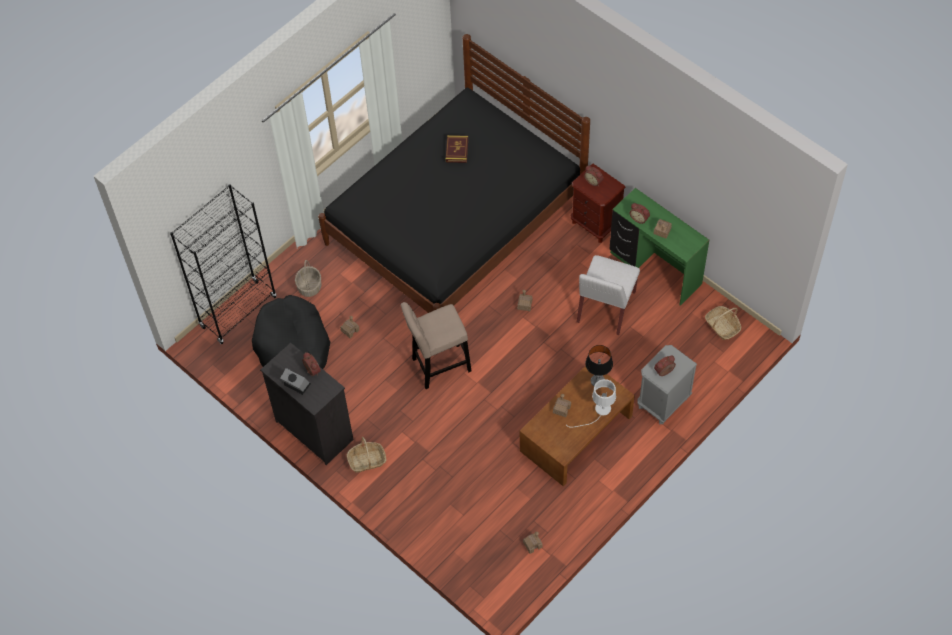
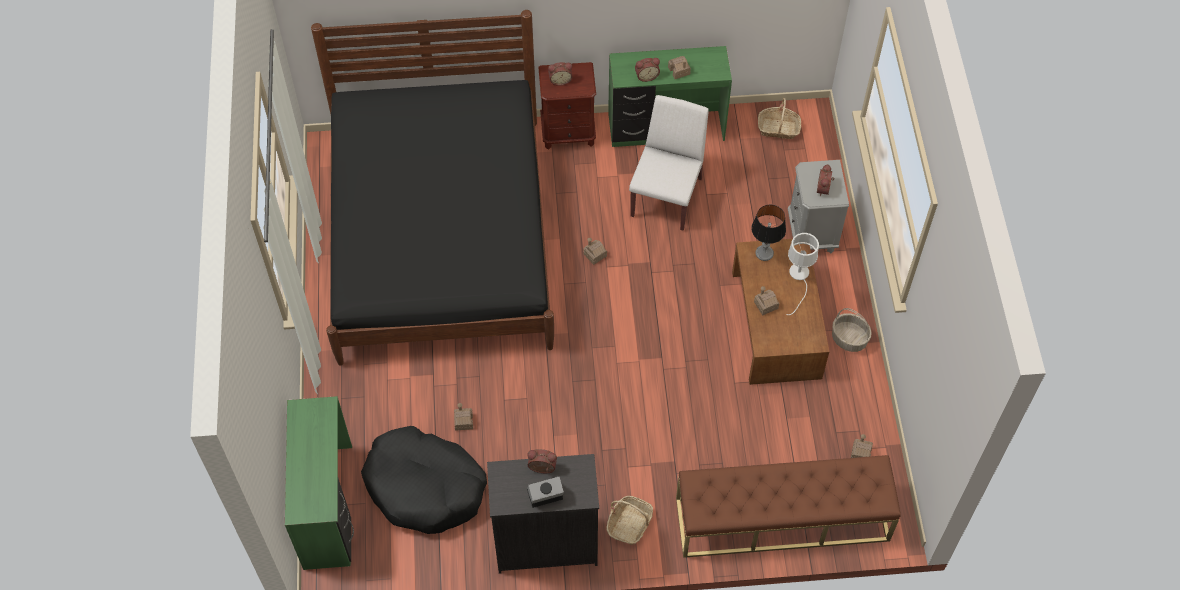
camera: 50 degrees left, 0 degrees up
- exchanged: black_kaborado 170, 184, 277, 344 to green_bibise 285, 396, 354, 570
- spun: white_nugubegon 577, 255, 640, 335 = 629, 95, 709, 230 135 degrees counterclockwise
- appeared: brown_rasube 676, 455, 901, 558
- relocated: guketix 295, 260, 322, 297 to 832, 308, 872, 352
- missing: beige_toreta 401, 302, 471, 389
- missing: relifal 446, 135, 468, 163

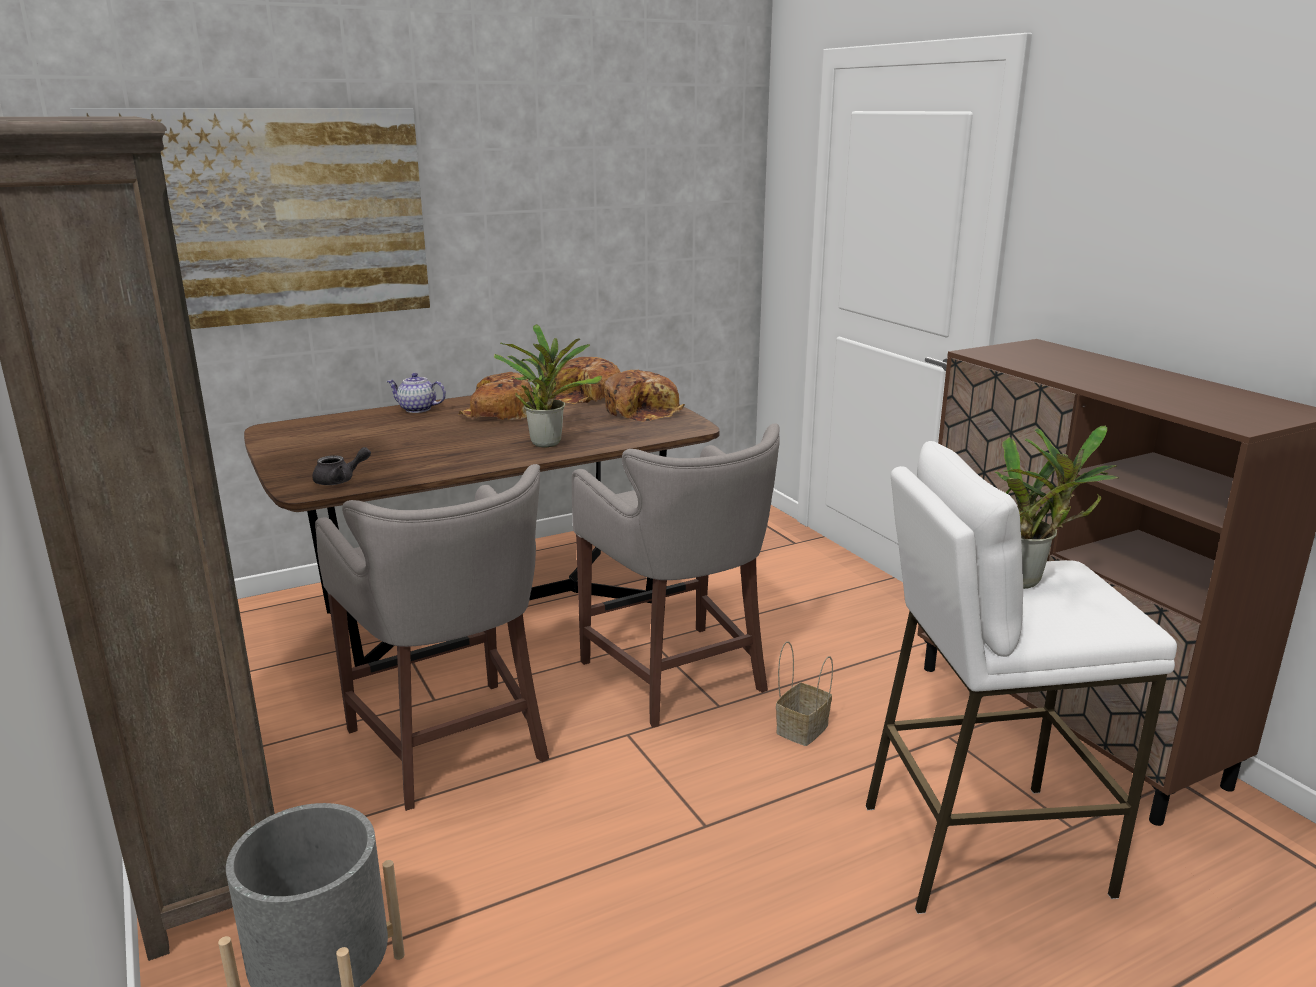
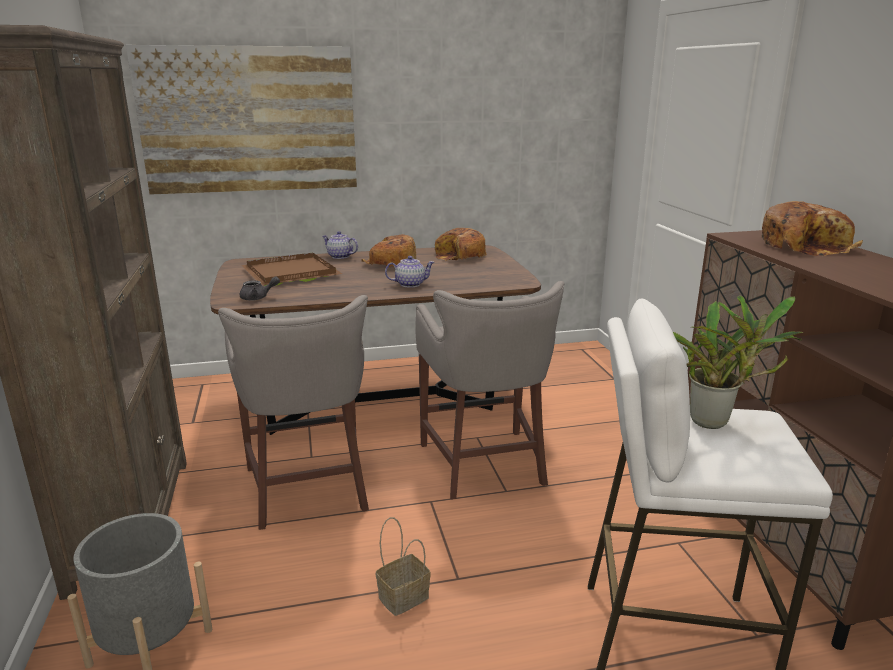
camera: 15 degrees right, 0 degrees up
- appeared: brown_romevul 241, 253, 342, 286
- relocated: guketix 776, 641, 833, 746 to 376, 517, 431, 616
- exchanged: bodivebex 494, 324, 602, 447 to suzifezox 385, 256, 435, 288
- relocated: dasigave 604, 370, 685, 422 to 762, 201, 863, 256

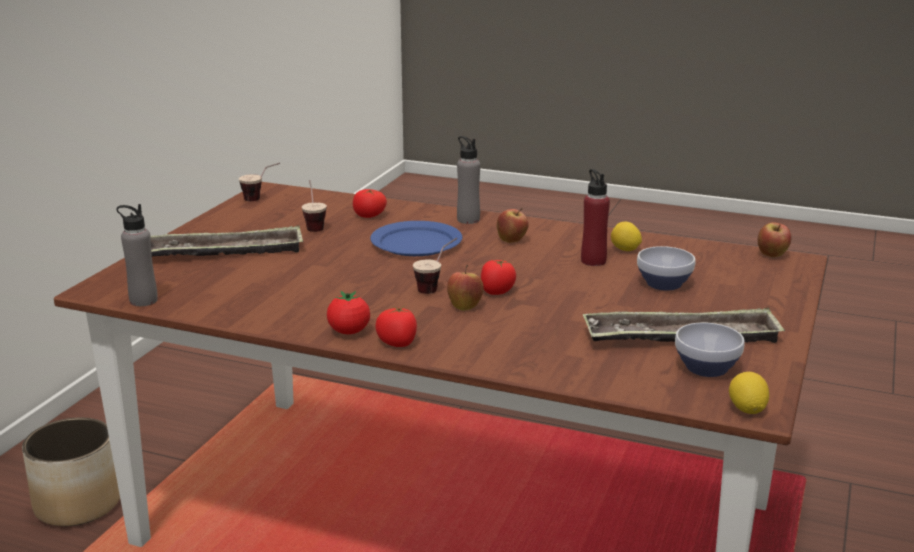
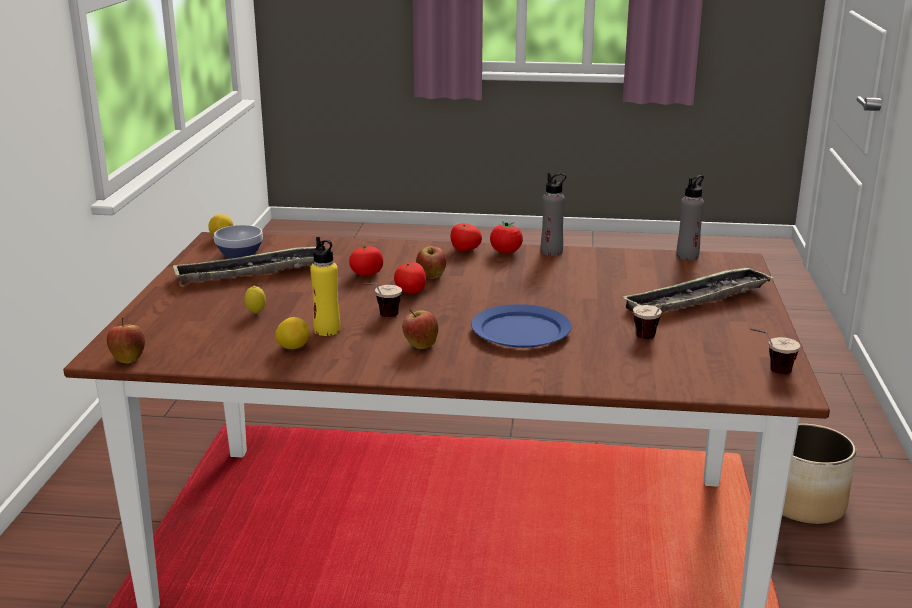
camera: 165 degrees right, 0 degrees up
- exchanged: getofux 637, 246, 695, 291 to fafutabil 245, 286, 266, 314
- colour: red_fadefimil 581, 169, 610, 266 to yellow_fadefimil 310, 237, 340, 336
- relocated: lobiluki 353, 189, 387, 218 to 349, 245, 383, 276
- relocated: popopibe 413, 238, 457, 294 to 364, 283, 402, 317
- relocated: grey_fadefimil 457, 136, 480, 224 to 541, 172, 566, 256

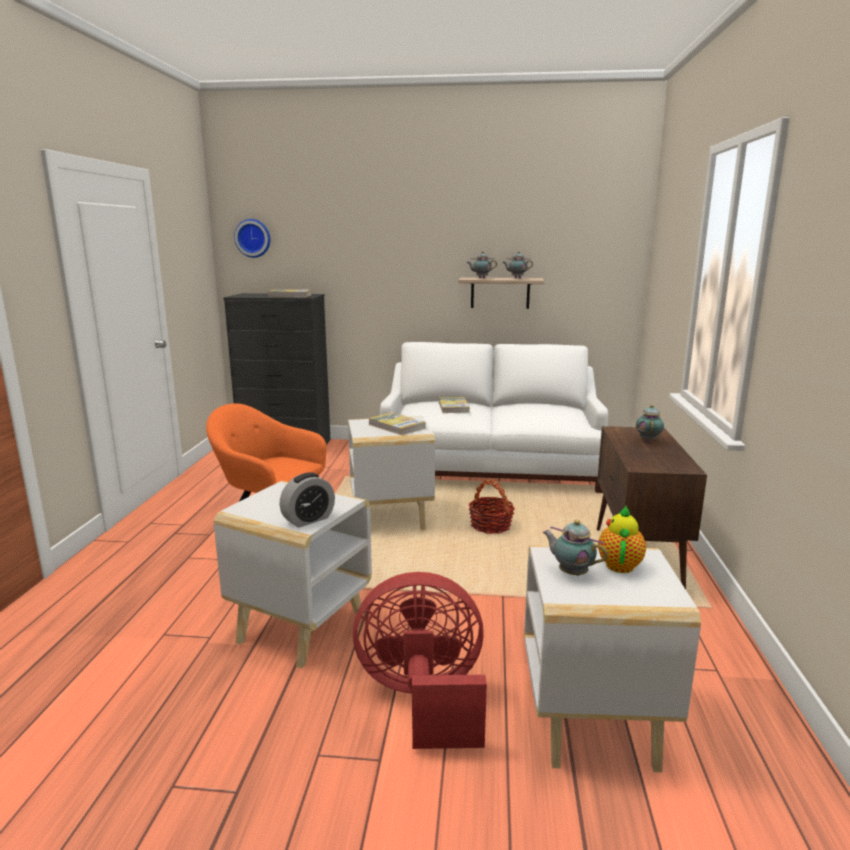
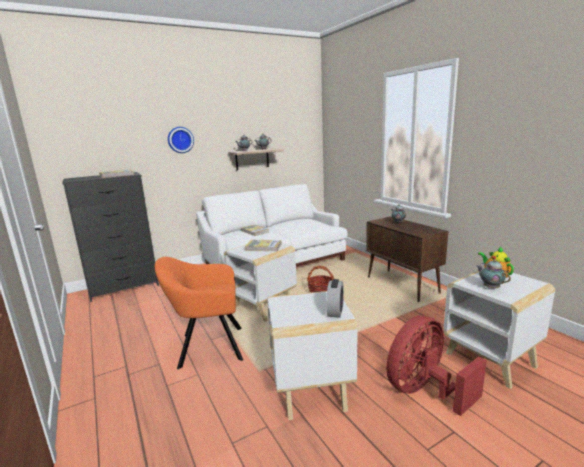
camera: 35 degrees left, 0 degrees up
- relocated: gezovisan 234, 219, 270, 258 to 168, 127, 194, 153
- spun: suzifezox 542, 520, 608, 576 = 476, 259, 511, 289 60 degrees clockwise

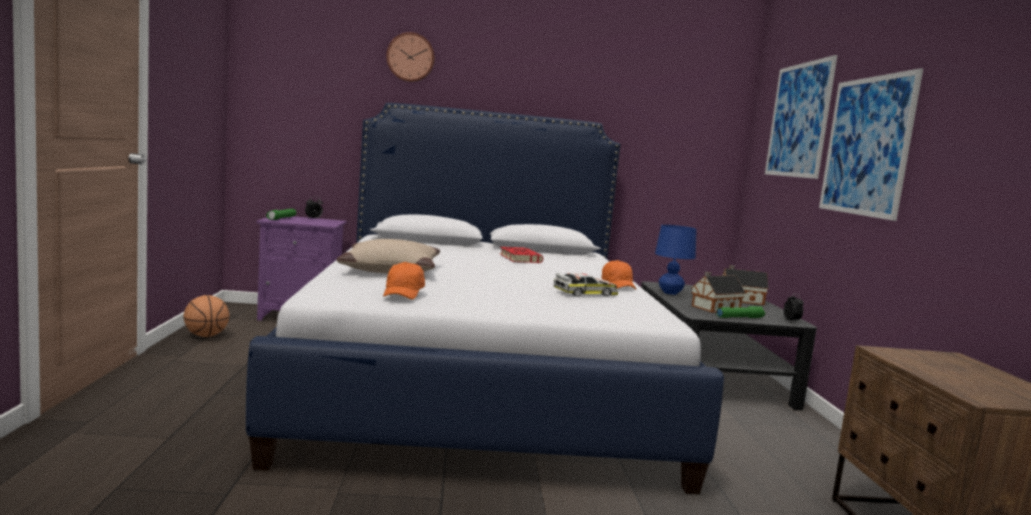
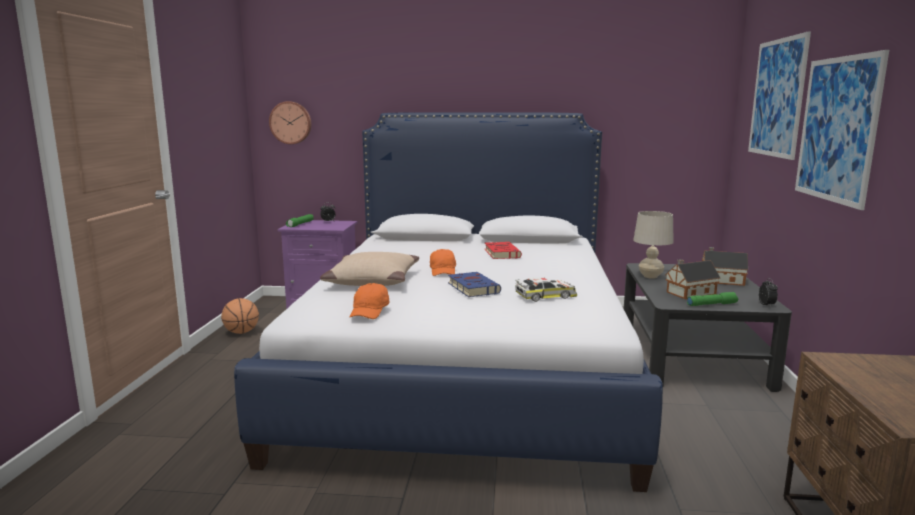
camera: 10 degrees right, 5 degrees up
- relocated: gezovisan 386, 32, 435, 82 to 269, 101, 311, 144
- relocated: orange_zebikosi 602, 260, 636, 290 to 430, 249, 456, 276
- appeared: blue_relifal 448, 272, 501, 297
- colour: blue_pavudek 655, 225, 697, 295 to beige_pavudek 633, 211, 674, 279

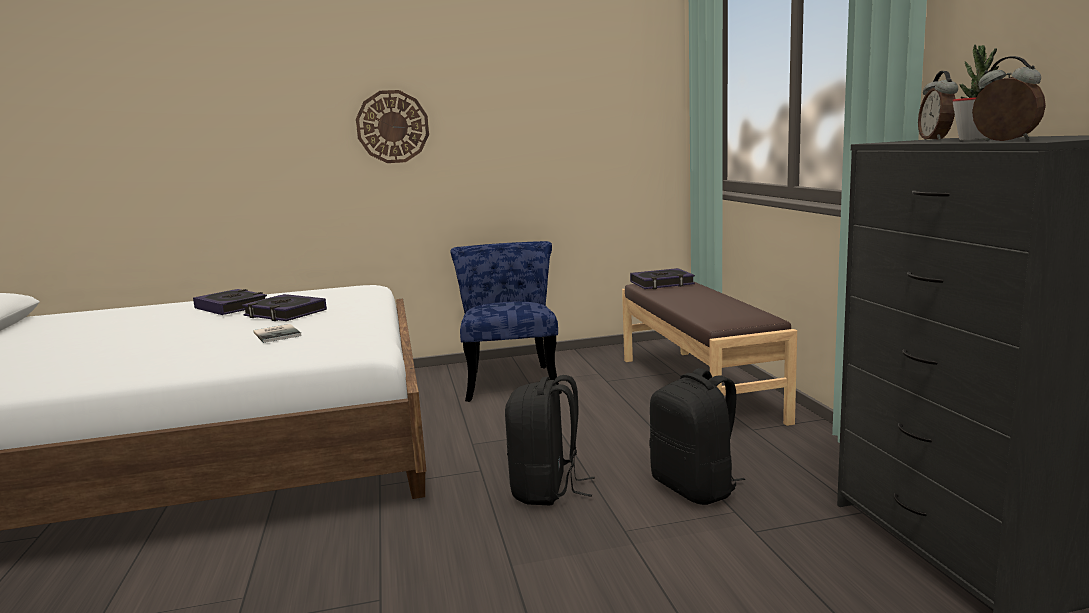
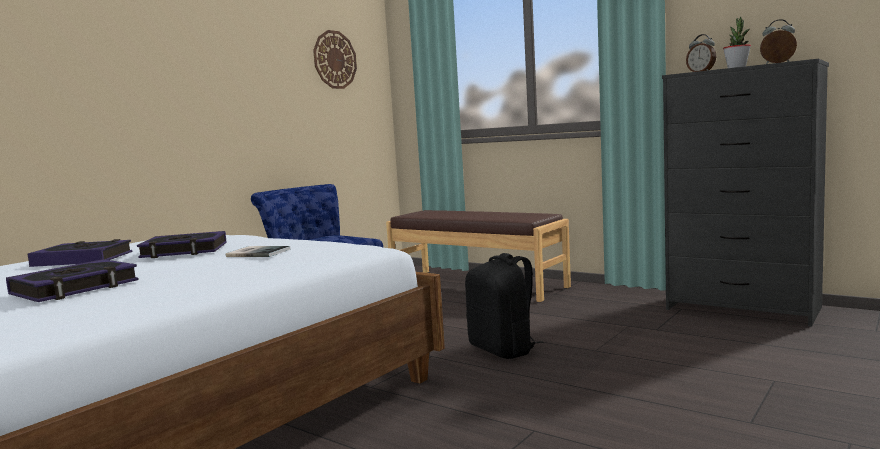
camera: 40 degrees left, 5 degrees down
- relocated: relifal 630, 268, 695, 289 to 6, 259, 139, 302
- relocated: gezovisan 356, 90, 429, 163 to 313, 30, 357, 89
- missing: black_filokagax 649, 368, 745, 505

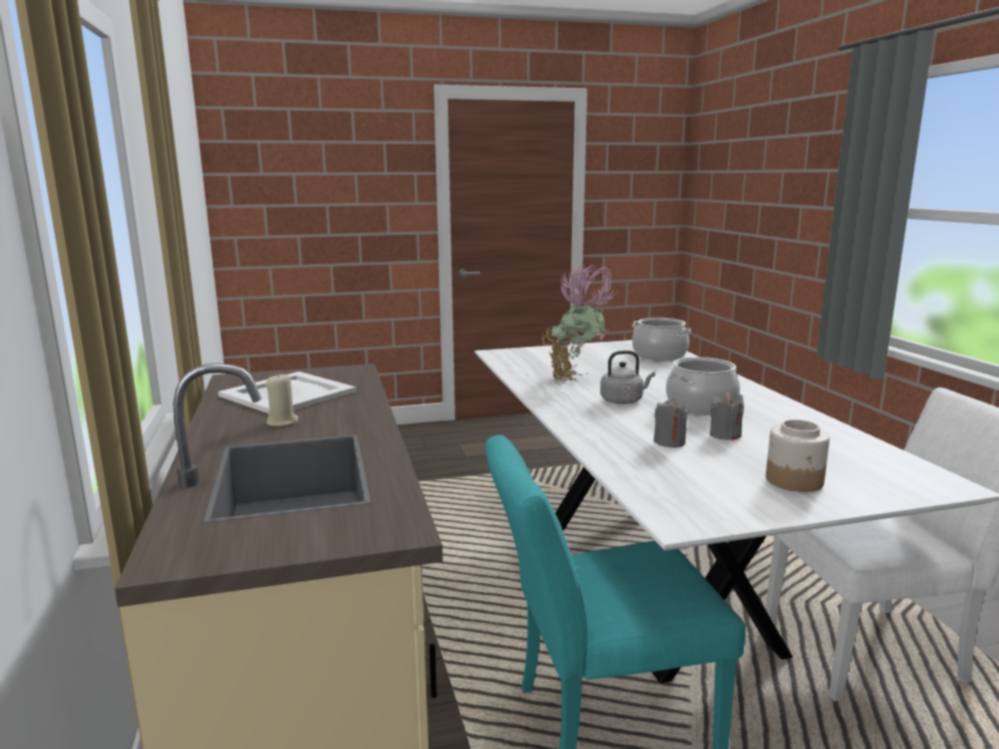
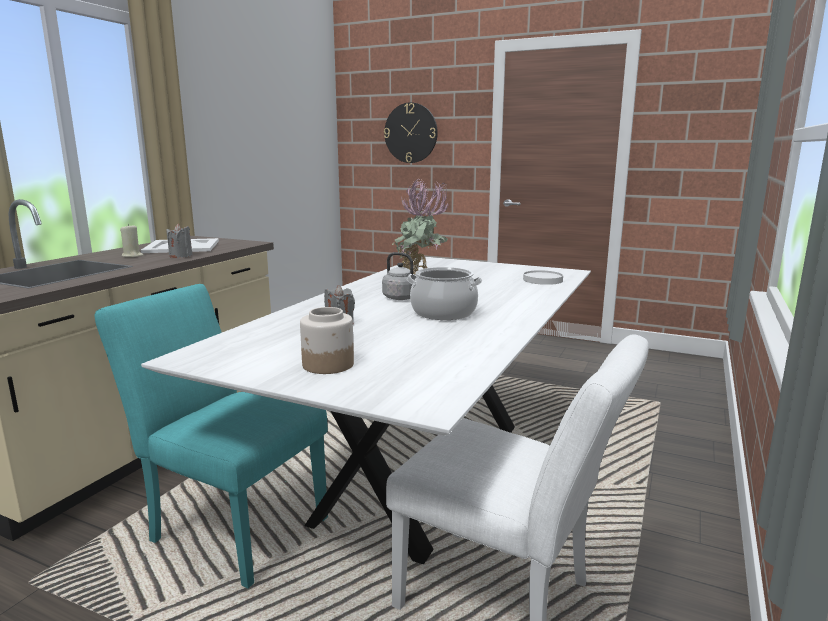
camera: 40 degrees right, 0 degrees up
- relocated: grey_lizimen 710, 391, 744, 440 to 166, 224, 193, 258
- appeared: gezovisan 384, 102, 438, 163
- exchanged: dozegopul 632, 318, 691, 361 to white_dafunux 523, 270, 563, 285

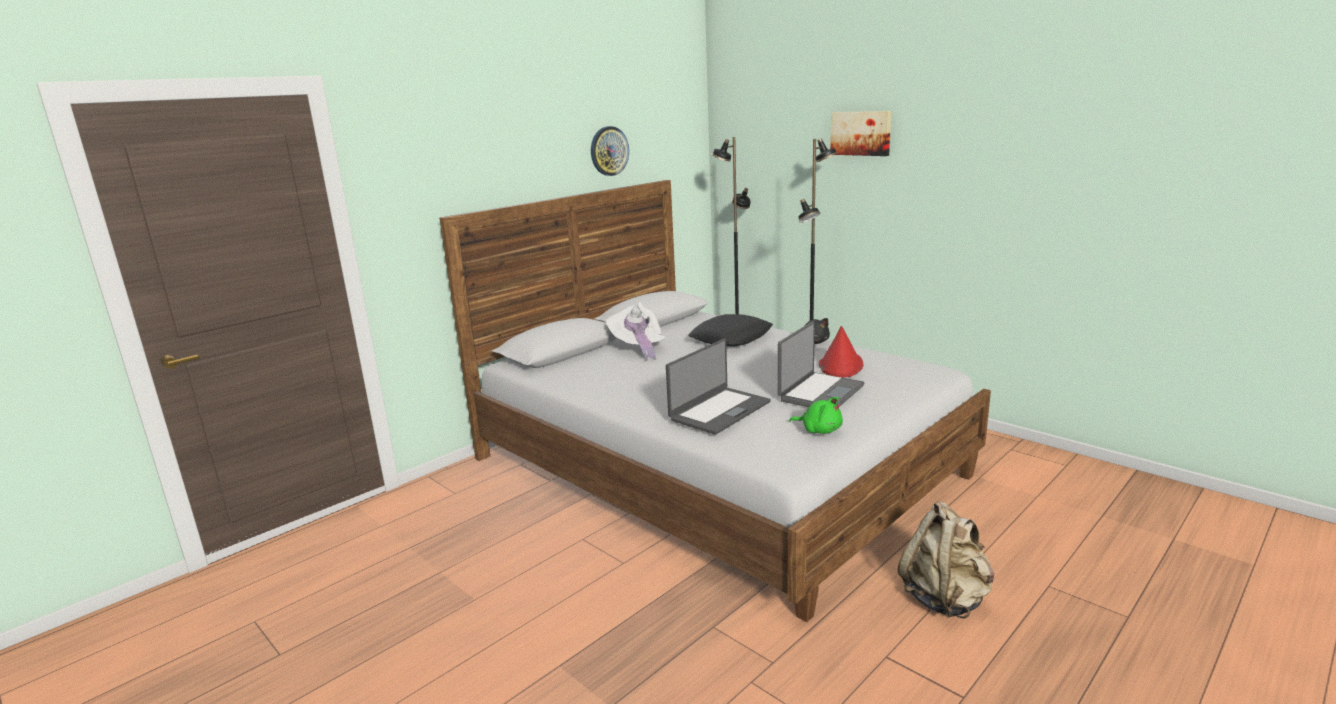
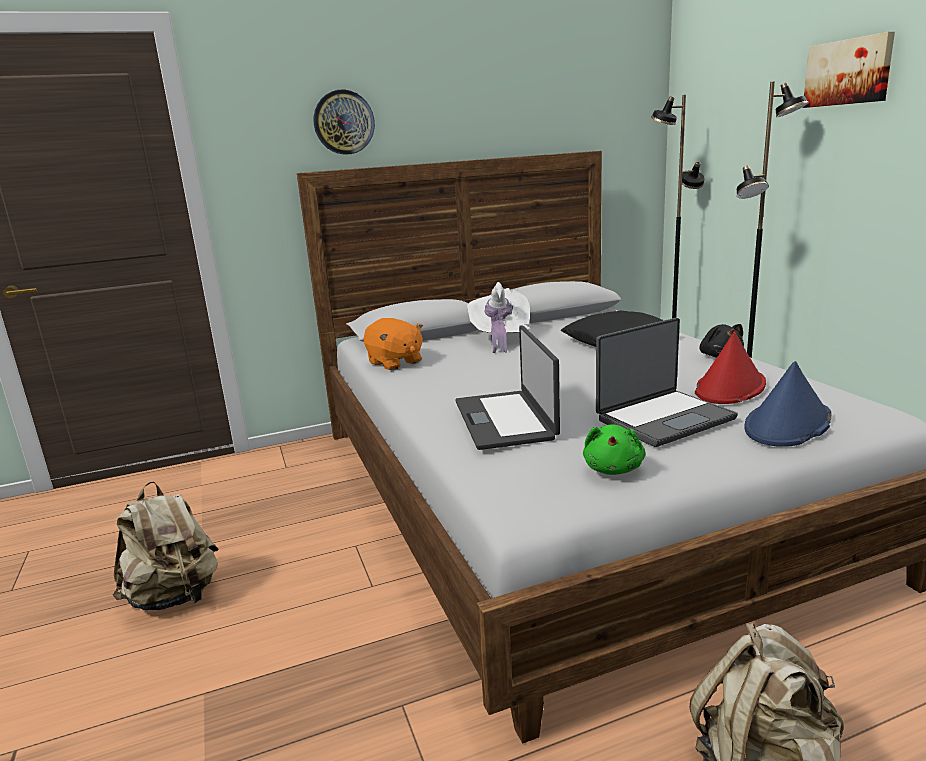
camera: 25 degrees right, 0 degrees up
- appeared: beige_filokagax 112, 481, 219, 610
- relocated: gezovisan 591, 126, 629, 176 to 313, 90, 375, 155
- appeared: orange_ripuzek 364, 318, 423, 370
- spun: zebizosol 666, 339, 771, 434 = 455, 325, 560, 450 105 degrees clockwise
- spun: green_ripuzek 789, 397, 843, 434 = 583, 425, 645, 475 45 degrees clockwise
- appeared: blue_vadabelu 745, 361, 832, 447

